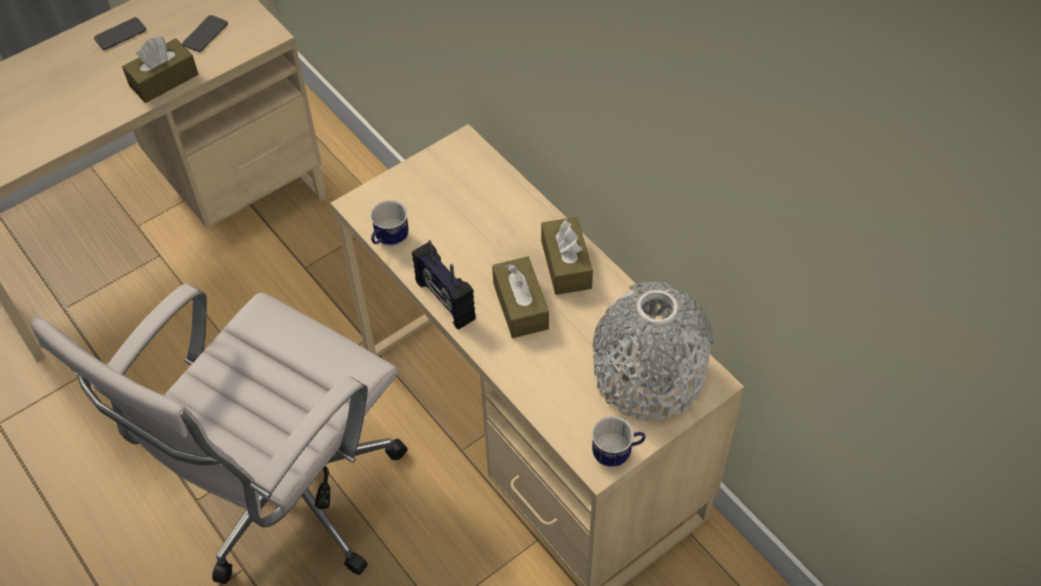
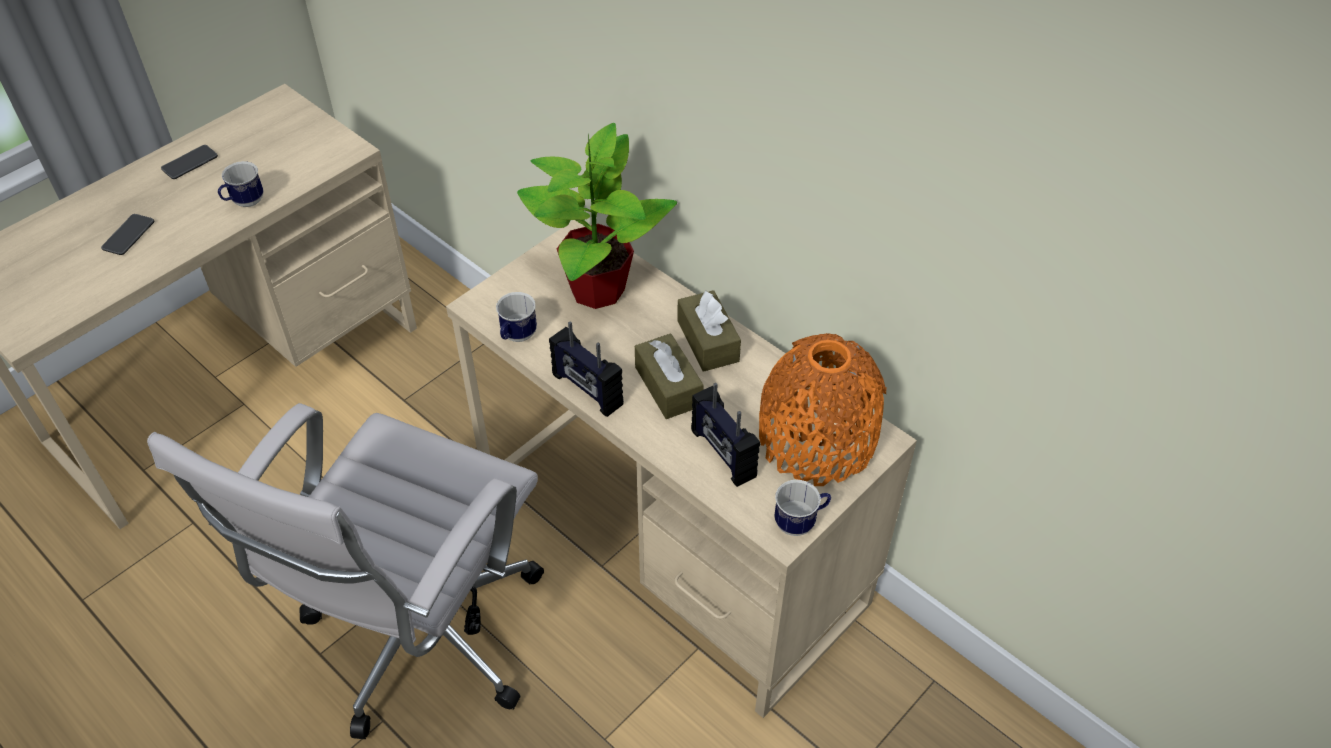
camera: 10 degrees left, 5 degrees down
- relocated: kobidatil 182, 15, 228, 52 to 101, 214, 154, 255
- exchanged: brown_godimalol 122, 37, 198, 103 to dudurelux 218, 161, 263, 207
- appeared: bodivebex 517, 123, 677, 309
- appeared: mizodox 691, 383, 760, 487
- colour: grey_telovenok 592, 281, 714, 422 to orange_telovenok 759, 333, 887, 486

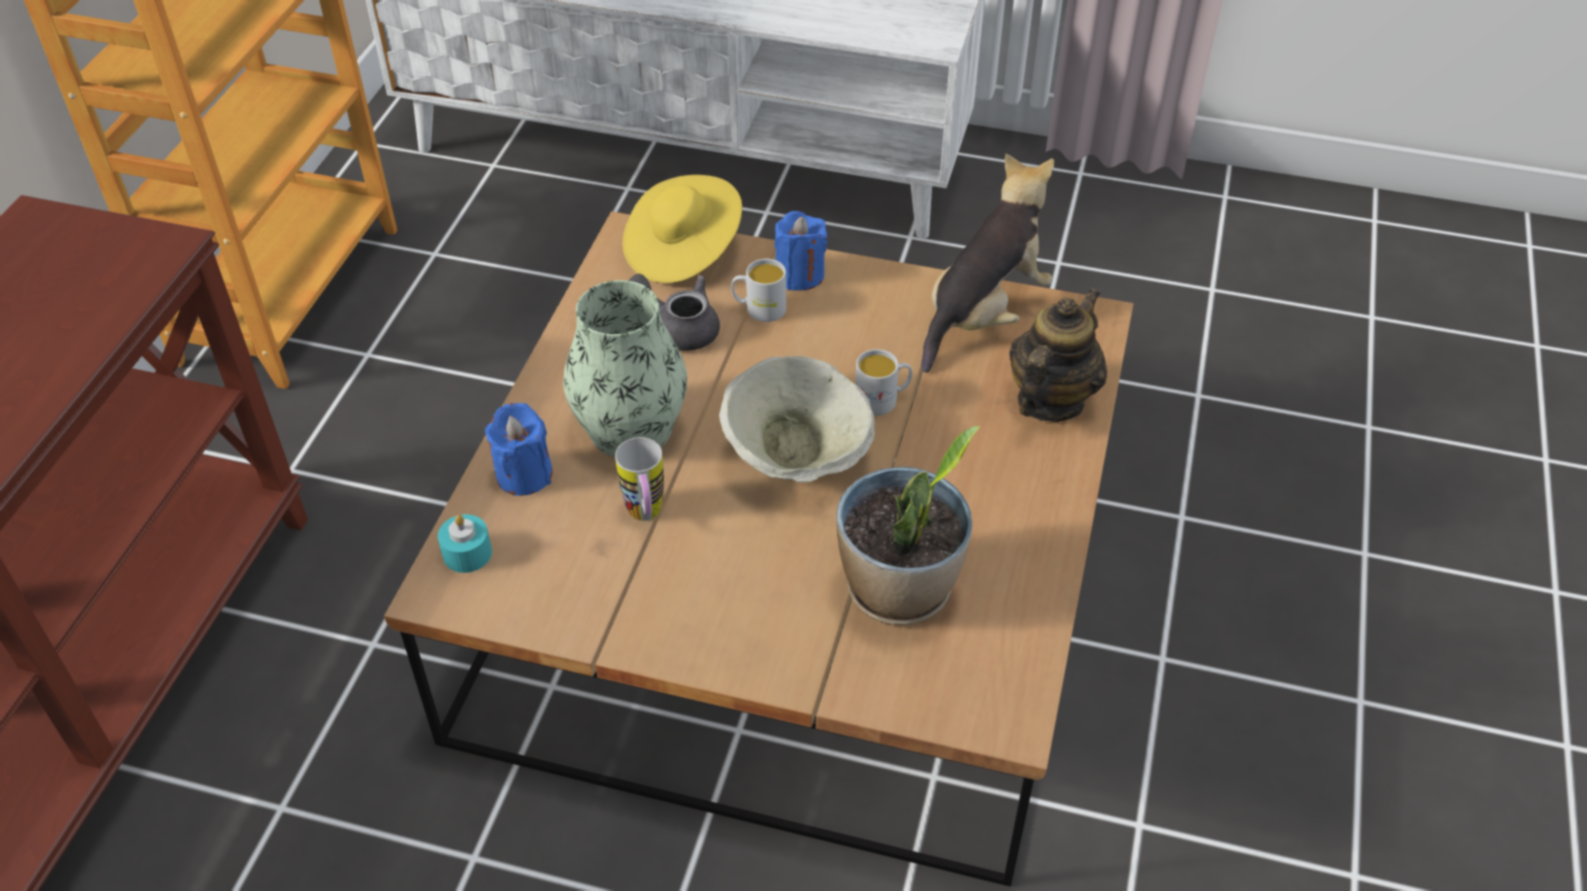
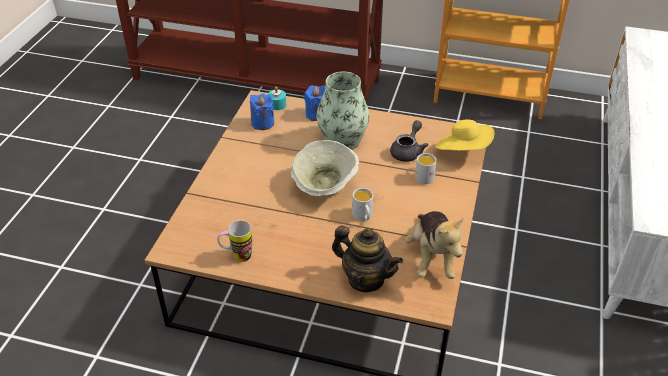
camera: 90 degrees right, 5 degrees down
- relocated: dudurelux 615, 437, 664, 521 to 217, 221, 252, 262
- relocated: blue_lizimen 774, 211, 827, 291 to 250, 94, 274, 130
- spun: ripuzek 921, 153, 1054, 373 = 405, 211, 464, 279 45 degrees clockwise
- missing: bodivebex 836, 426, 980, 625

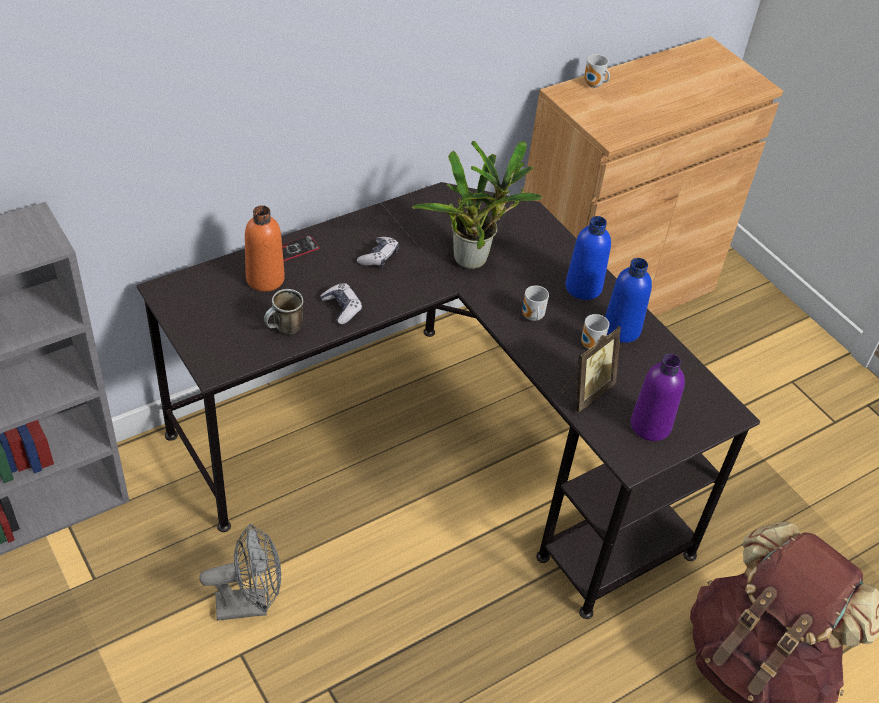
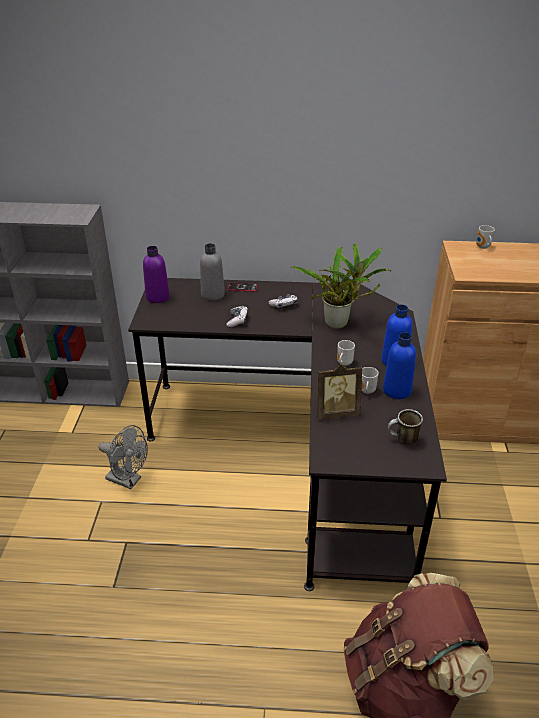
camera: 40 degrees right, 10 degrees down
- relocated: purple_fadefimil 631, 354, 685, 441 to 143, 246, 170, 303
- colour: orange_fadefimil 245, 205, 285, 292 to grey_fadefimil 200, 243, 225, 301
- relocated: dudurelux 264, 289, 303, 334 to 388, 409, 423, 446

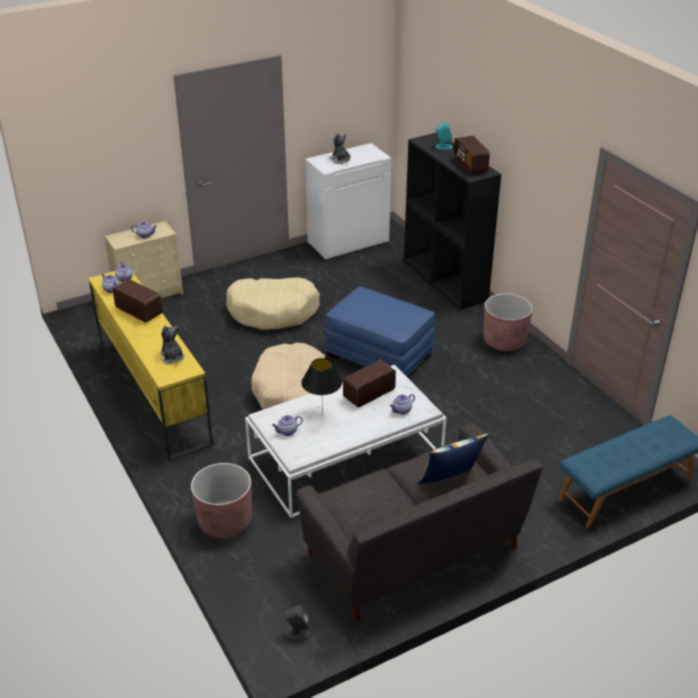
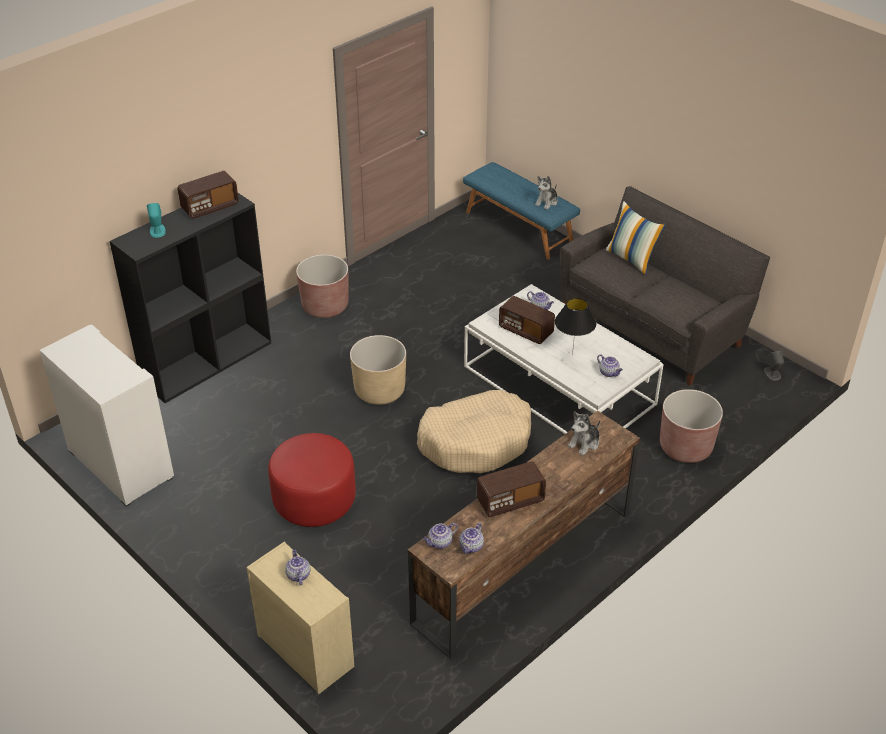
camera: 105 degrees left, 5 degrees up
- exchanged: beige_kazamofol 226, 277, 320, 330 to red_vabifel 268, 433, 356, 527
- exchanged: blue_vabifel 325, 287, 435, 378 to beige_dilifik 350, 335, 406, 405
- colour: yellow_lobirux 88, 271, 213, 461 to brown_lobirux 408, 410, 640, 659
- spun: mizodox 112, 279, 163, 323 = 477, 461, 546, 517 135 degrees counterclockwise
- relocated: ripuzek 329, 133, 350, 164 to 535, 176, 558, 210

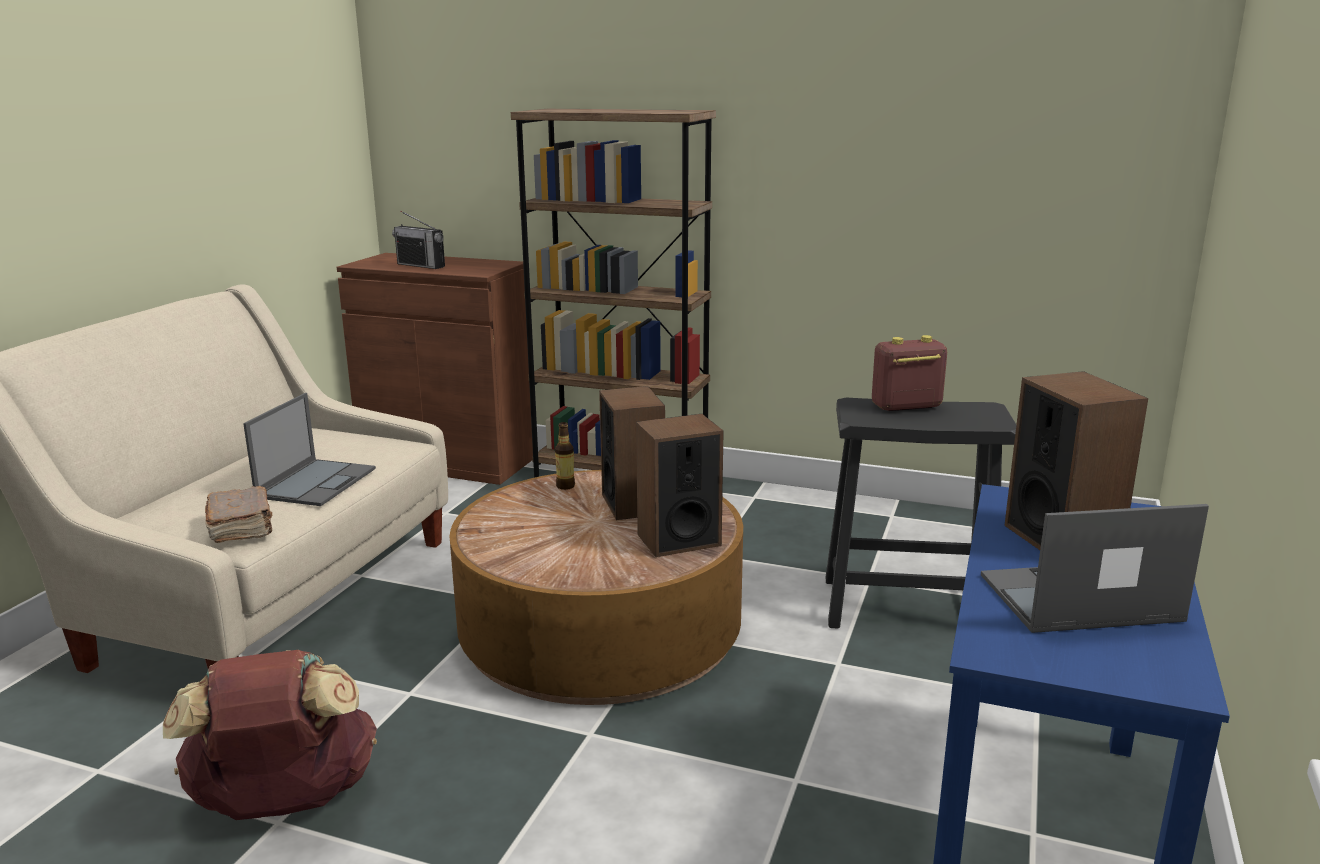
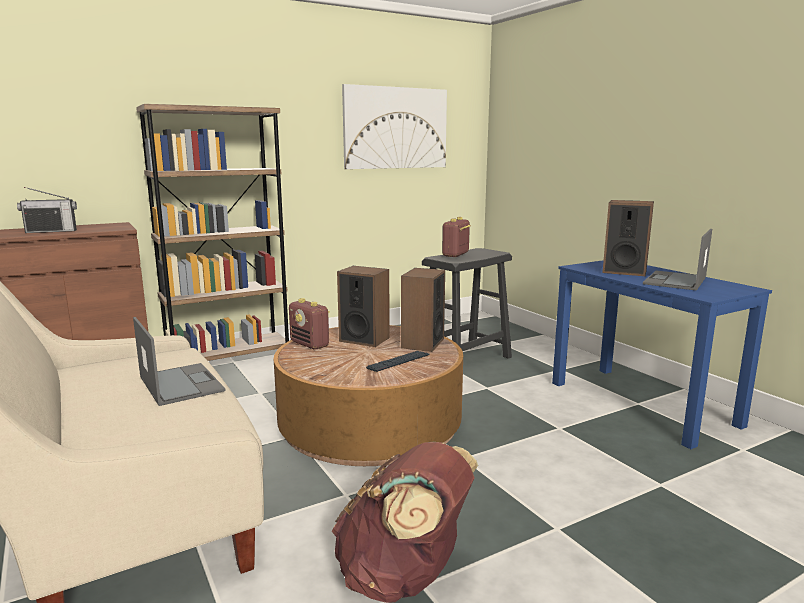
camera: 50 degrees left, 5 degrees down
- exchanged: fadefimil 555, 422, 575, 490 to mizodox 289, 298, 330, 349
- appeared: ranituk 342, 84, 447, 169
- appeared: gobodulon 366, 351, 429, 372
- missing: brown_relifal 205, 486, 273, 543

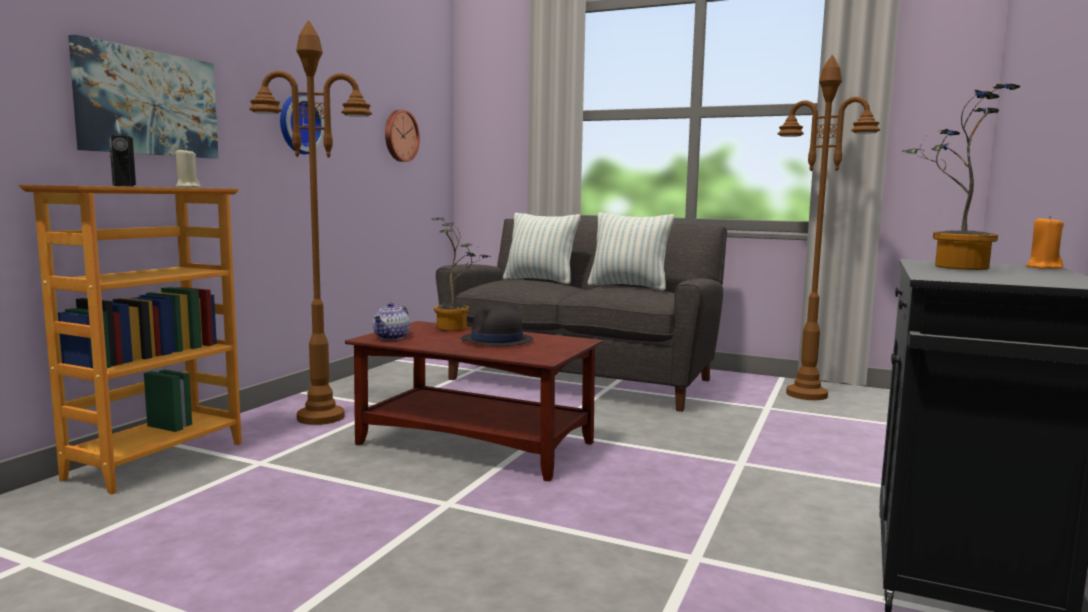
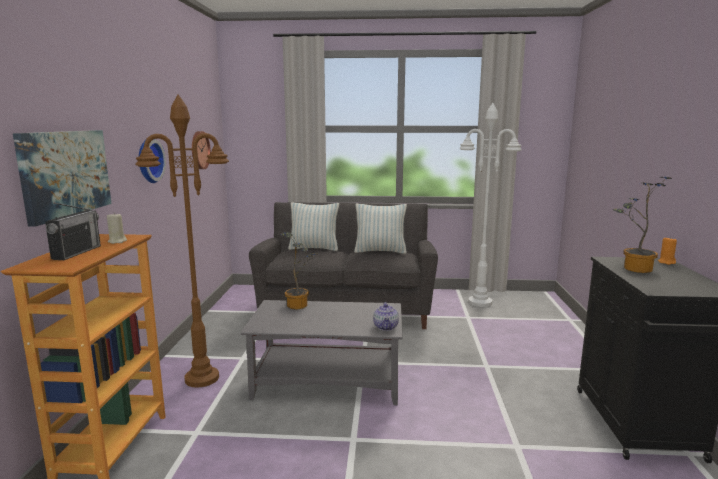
camera: 20 degrees left, 5 degrees up
- spun: mizodox 109, 118, 136, 186 = 45, 202, 101, 260 120 degrees counterclockwise
- colour: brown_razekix 345, 321, 603, 482 to grey_razekix 240, 300, 403, 405
- relocated: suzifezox 373, 303, 410, 340 to 373, 302, 399, 331
- colour: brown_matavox 778, 55, 880, 400 to white_matavox 459, 103, 522, 307
- missing: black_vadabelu 461, 305, 533, 346

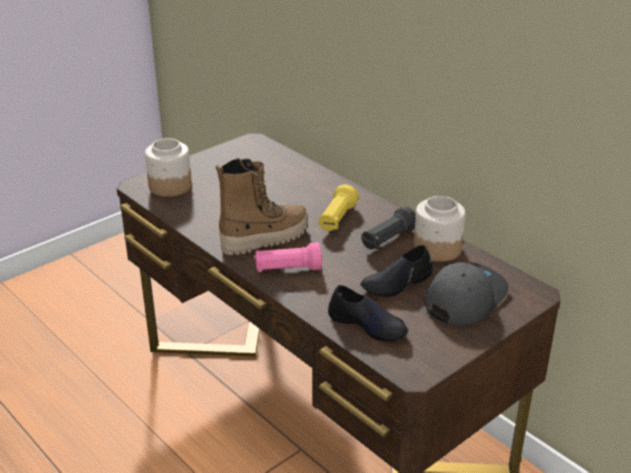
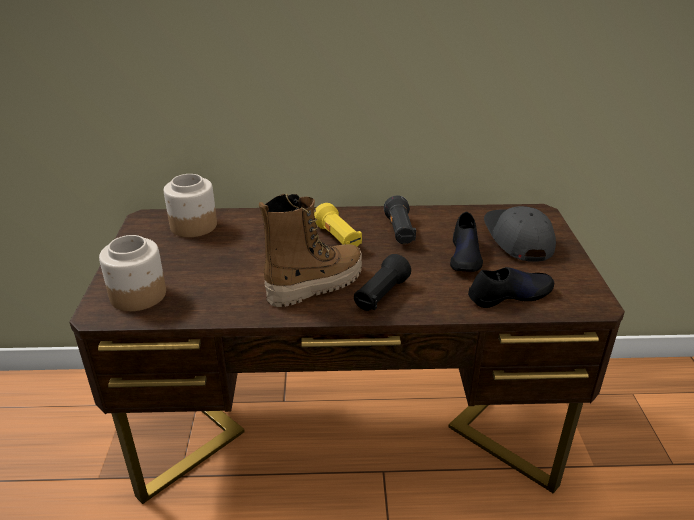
camera: 50 degrees left, 0 degrees up
- relocated: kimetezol 414, 196, 465, 262 to 164, 174, 217, 237
- spun: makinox 216, 158, 308, 255 = 259, 194, 362, 307 45 degrees clockwise
- colour: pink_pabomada 254, 242, 322, 272 to black_pabomada 354, 254, 411, 311

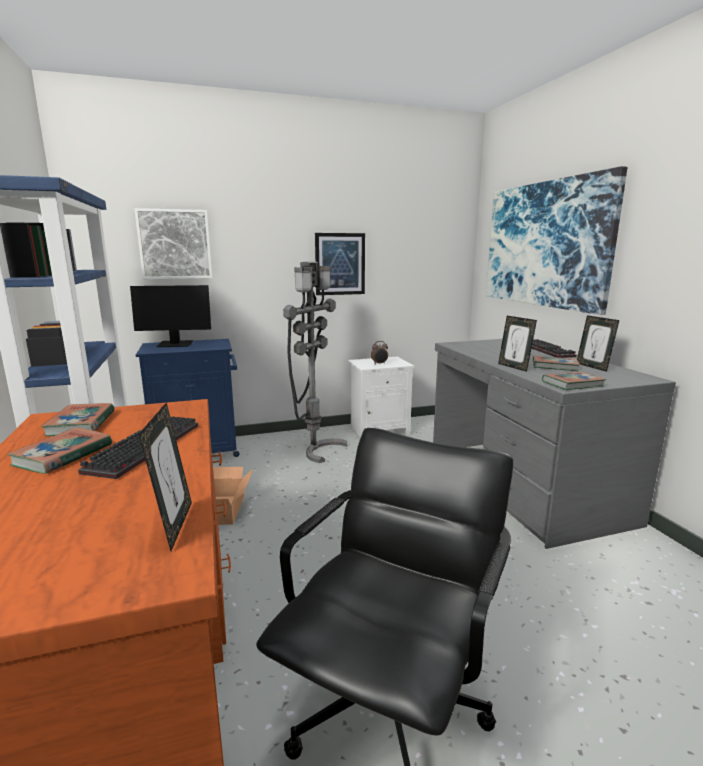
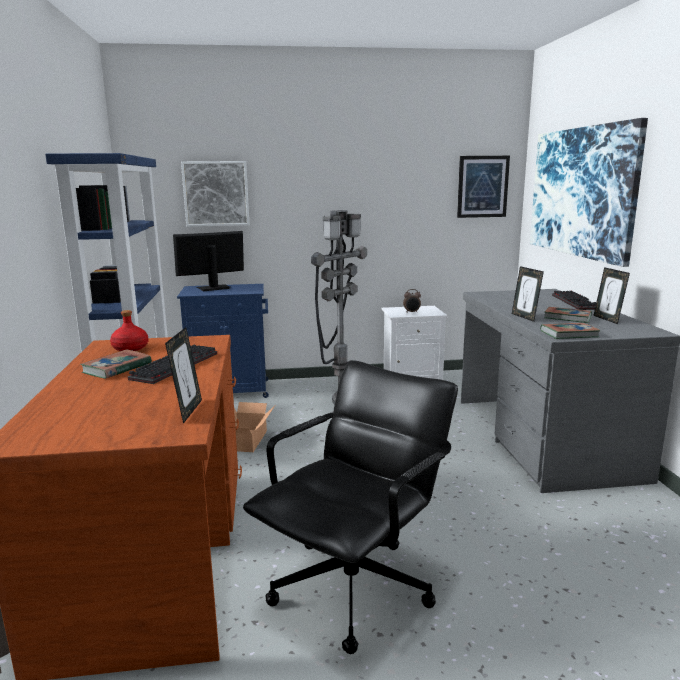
camera: 10 degrees right, 0 degrees up
- exchanged: relifal 41, 403, 114, 436 to red_fadefimil 110, 310, 148, 351
- spun: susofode 130, 285, 211, 347 = 173, 231, 244, 291 150 degrees clockwise
- relocated: ranituk 315, 233, 365, 295 to 457, 156, 510, 218

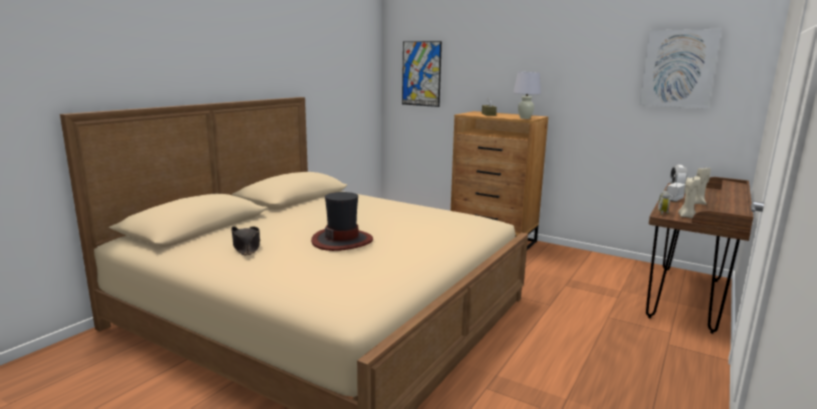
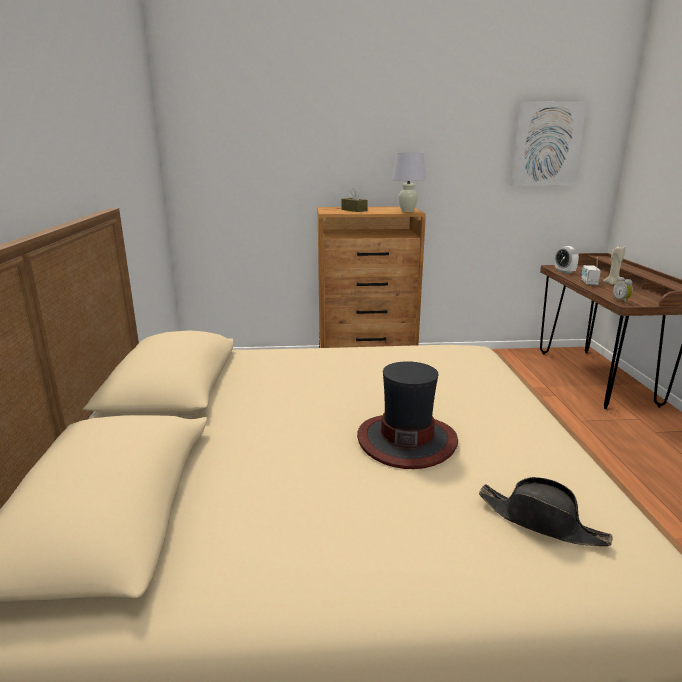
camera: 35 degrees left, 5 degrees up
- relocated: black_vadabelu 231, 226, 261, 255 to 479, 477, 613, 546
- missing: ranituk 402, 41, 442, 107
- missing: beige_lizimen 678, 176, 701, 218

